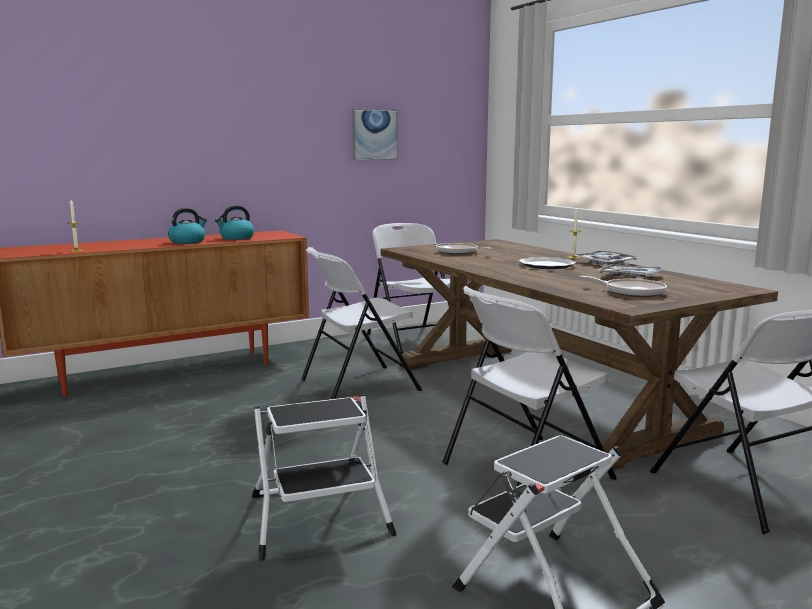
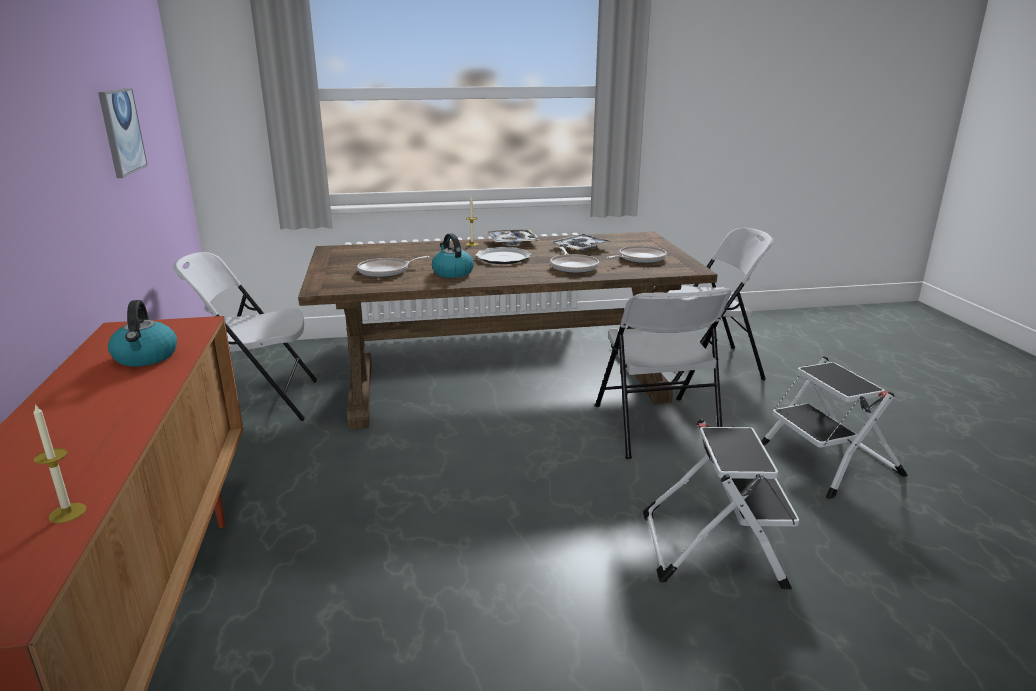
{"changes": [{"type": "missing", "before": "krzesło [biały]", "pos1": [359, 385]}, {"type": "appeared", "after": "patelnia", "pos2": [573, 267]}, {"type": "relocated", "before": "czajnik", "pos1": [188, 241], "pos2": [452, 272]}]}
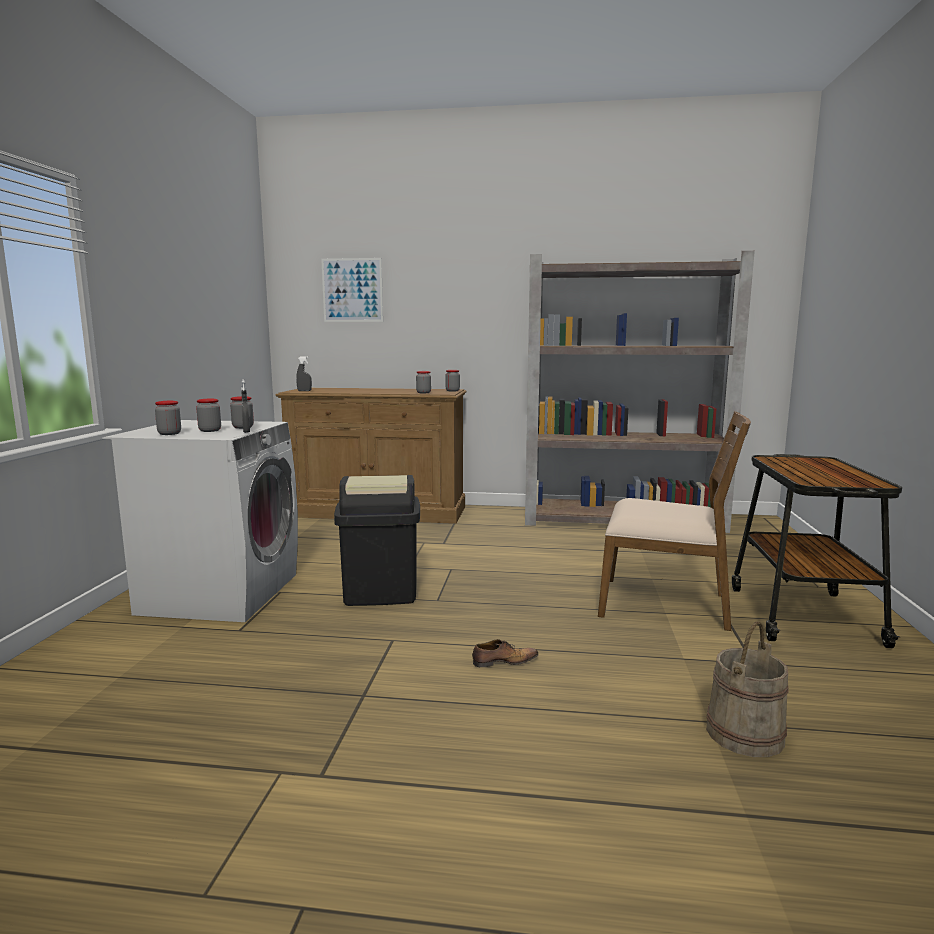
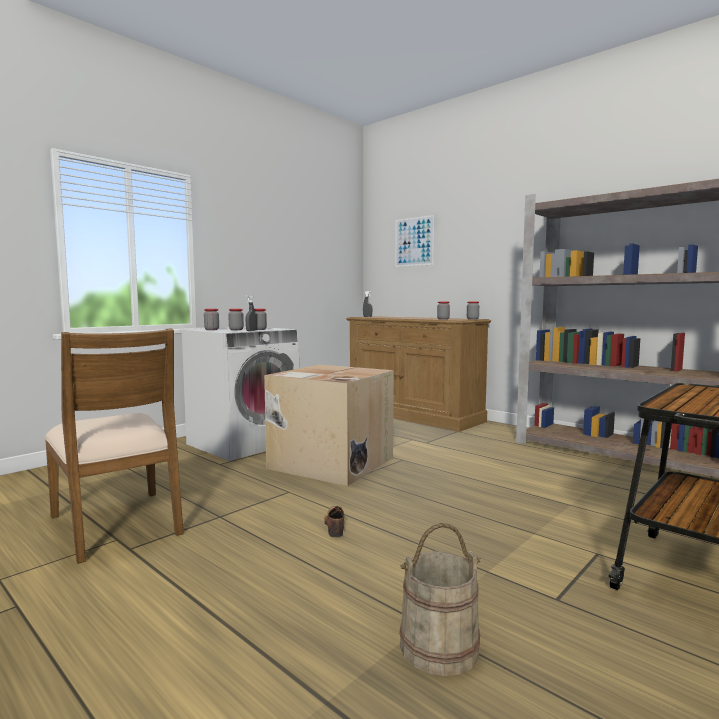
{"changes": [{"type": "relocated", "before": "krzesło [brązowy]", "pos1": [664, 604], "pos2": [118, 524]}, {"type": "exchanged", "before": "kosz na śmieci [czarny]", "after": "karton", "pos1": [380, 592], "pos2": [329, 463]}, {"type": "spun", "before": "but", "pos1": [503, 662], "pos2": [334, 526], "turn": -120}]}
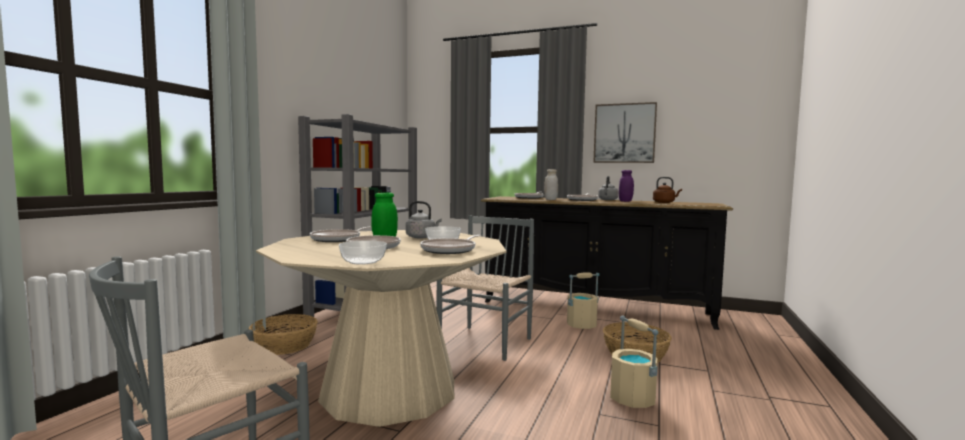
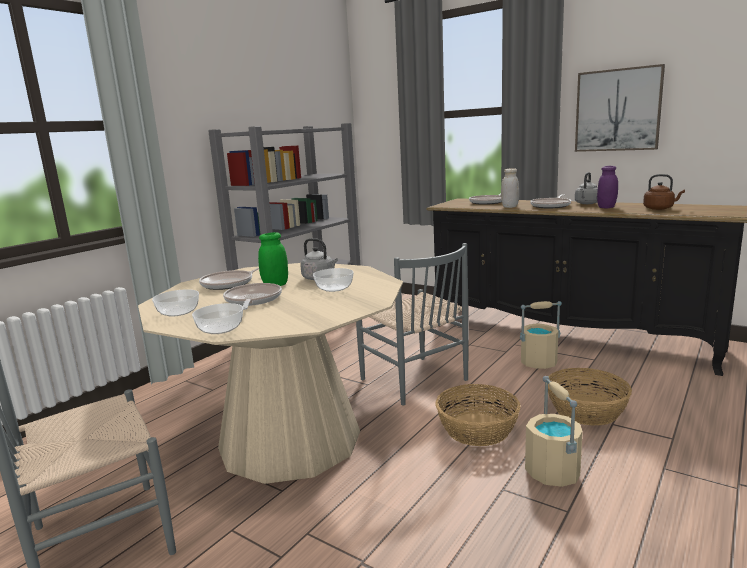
{"changes": [{"type": "missing", "before": "patelnia", "pos1": [450, 250]}, {"type": "appeared", "after": "miska", "pos2": [178, 312]}, {"type": "relocated", "before": "koszyk", "pos1": [284, 346], "pos2": [477, 429]}, {"type": "spun", "before": "krzesło [szary]", "pos1": [487, 341], "pos2": [416, 382], "turn": 105}]}
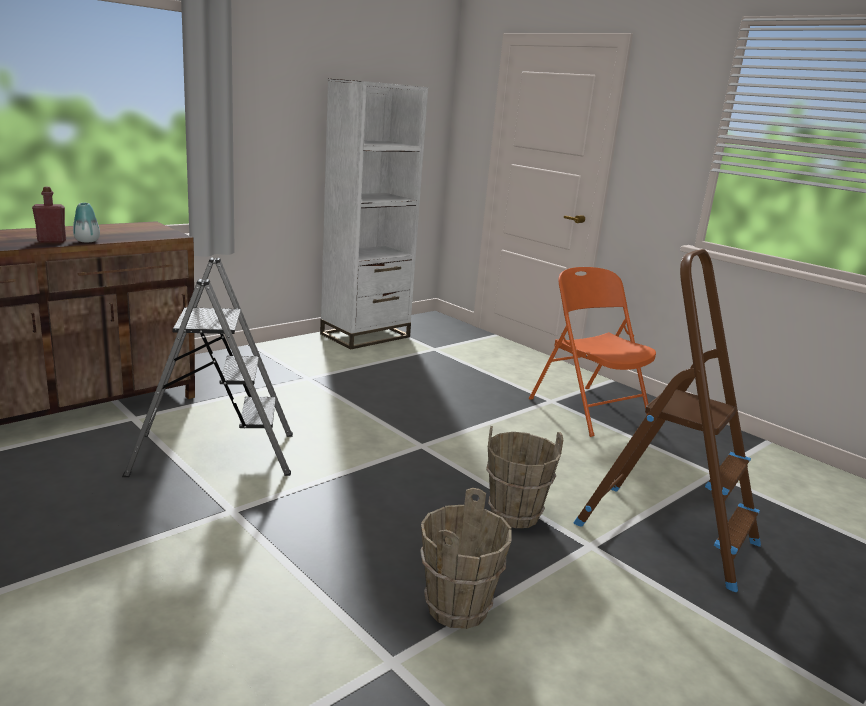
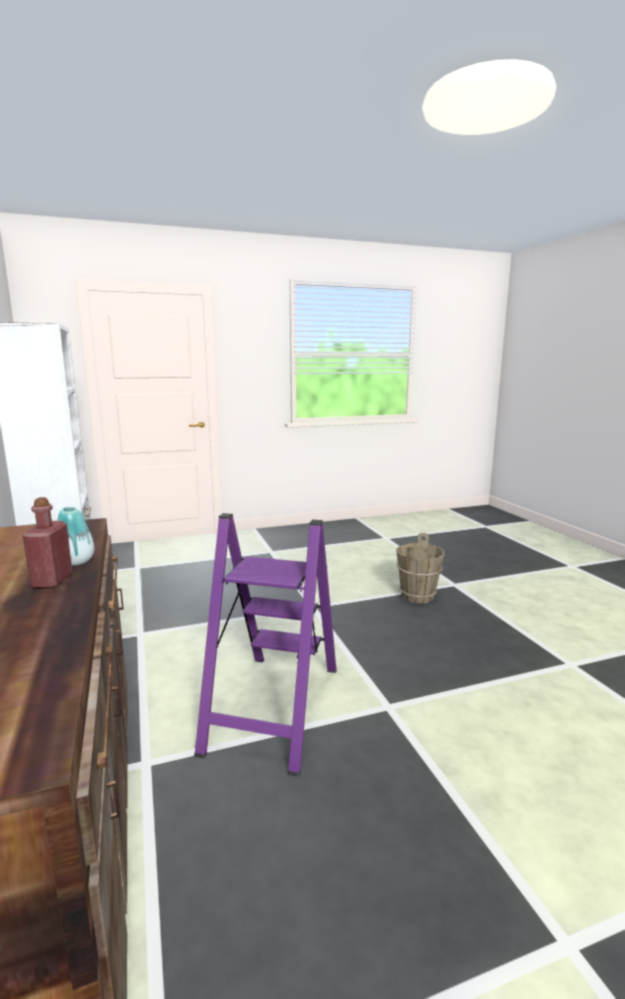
{"changes": [{"type": "missing", "before": "wiadro [brązowy]", "pos1": [458, 608]}, {"type": "missing", "before": "krzesło [pomarańczowy]", "pos1": [589, 410]}, {"type": "missing", "before": "drabinka [brązowy]", "pos1": [668, 535]}, {"type": "colour", "before": "drabinka [szary]", "after": "drabinka [fioletowy]", "pos1": [211, 453], "pos2": [273, 709]}]}
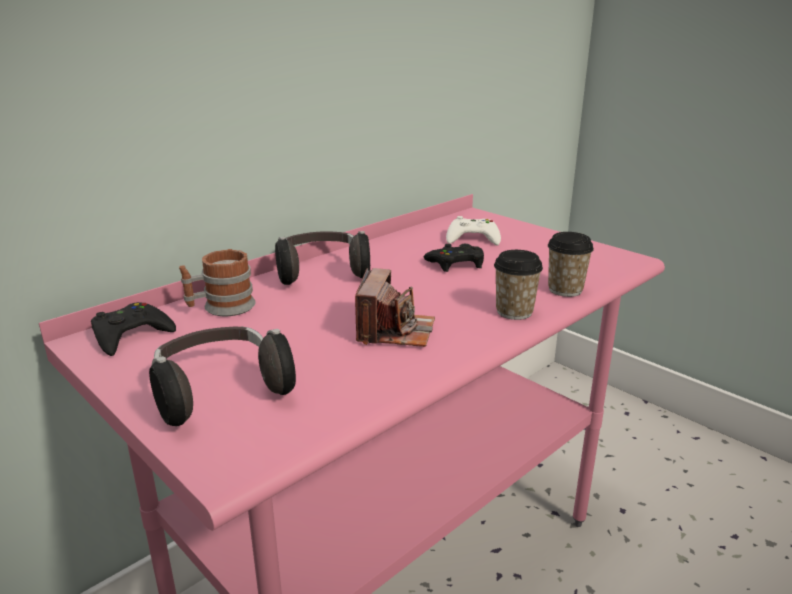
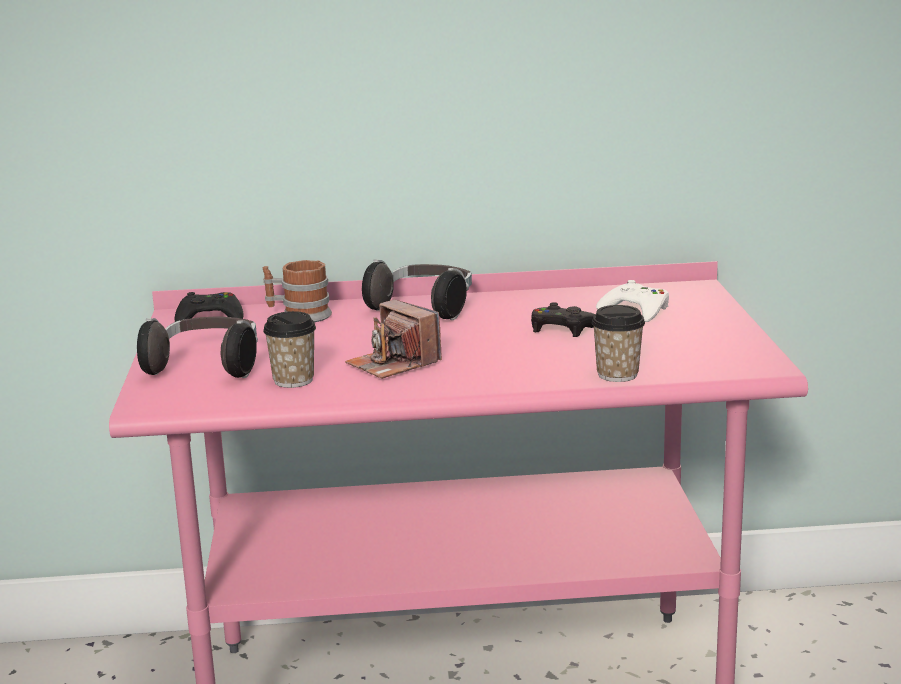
{"changes": [{"type": "relocated", "before": "filiżanka", "pos1": [514, 312], "pos2": [293, 380]}, {"type": "spun", "before": "aparat fotograficzny", "pos1": [394, 331], "pos2": [393, 364], "turn": 90}]}
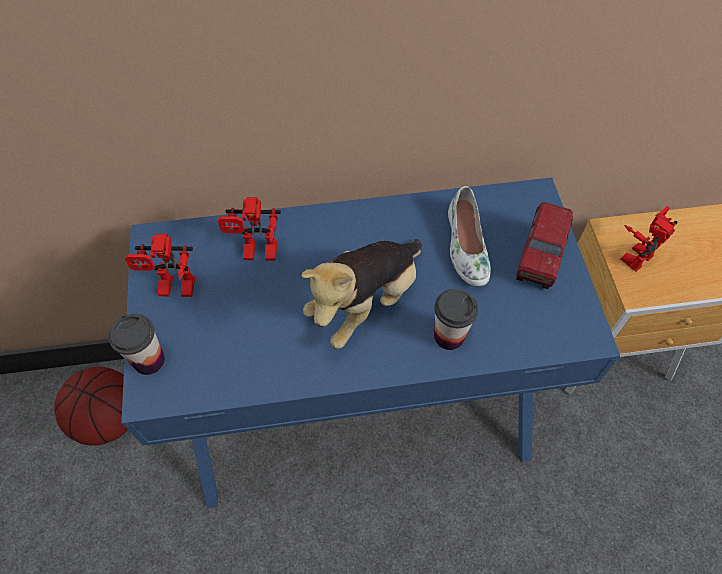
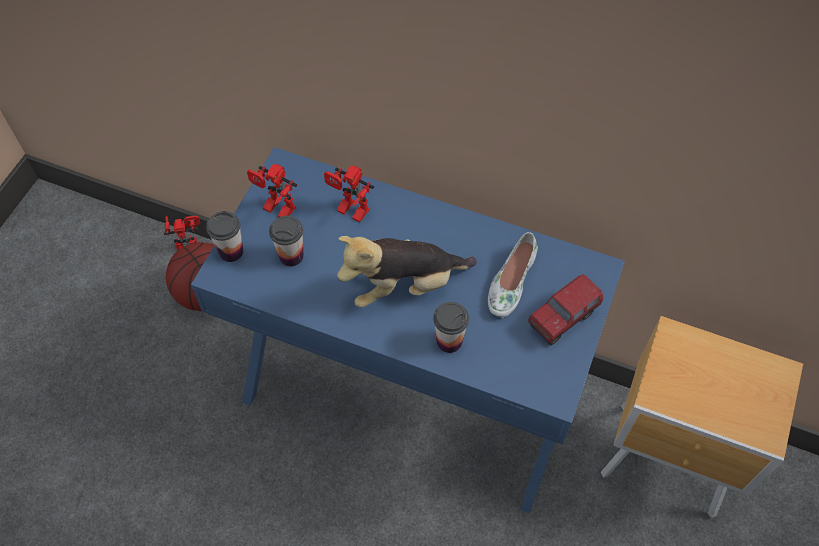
{"changes": [{"type": "appeared", "after": "filiżanka", "pos2": [291, 256]}, {"type": "relocated", "before": "robot zabawkowy", "pos1": [634, 253], "pos2": [188, 242]}]}
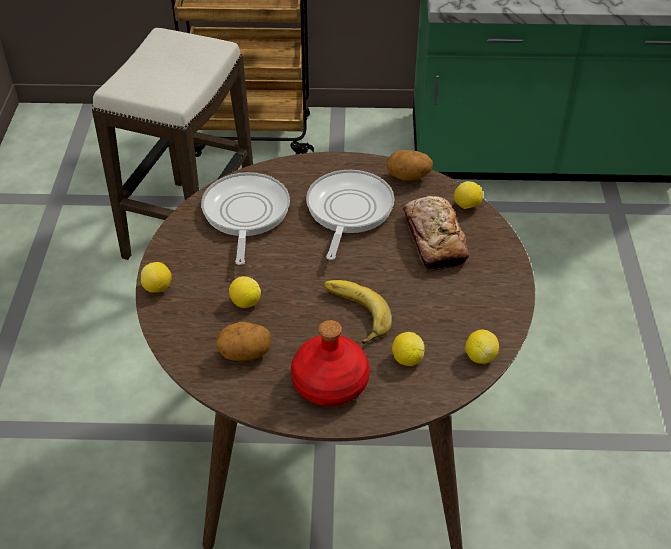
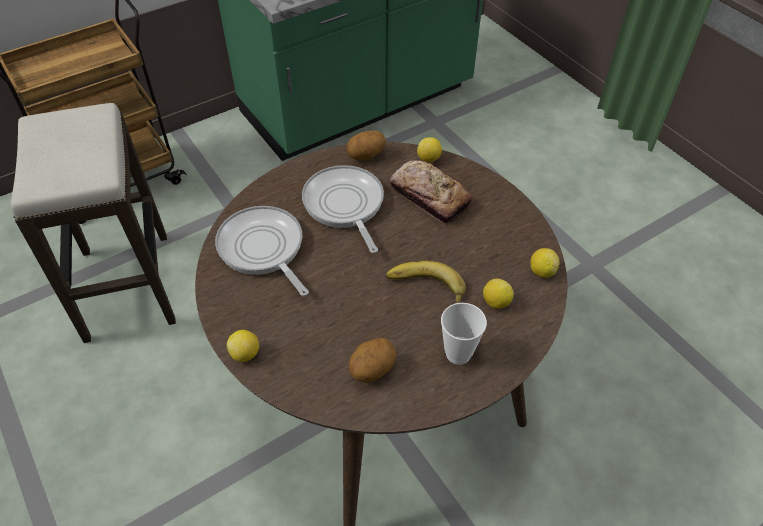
{"changes": [{"type": "missing", "before": "cytryna", "pos1": [245, 302]}, {"type": "exchanged", "before": "butelka [czerwony]", "after": "filiżanka", "pos1": [330, 382], "pos2": [458, 354]}]}
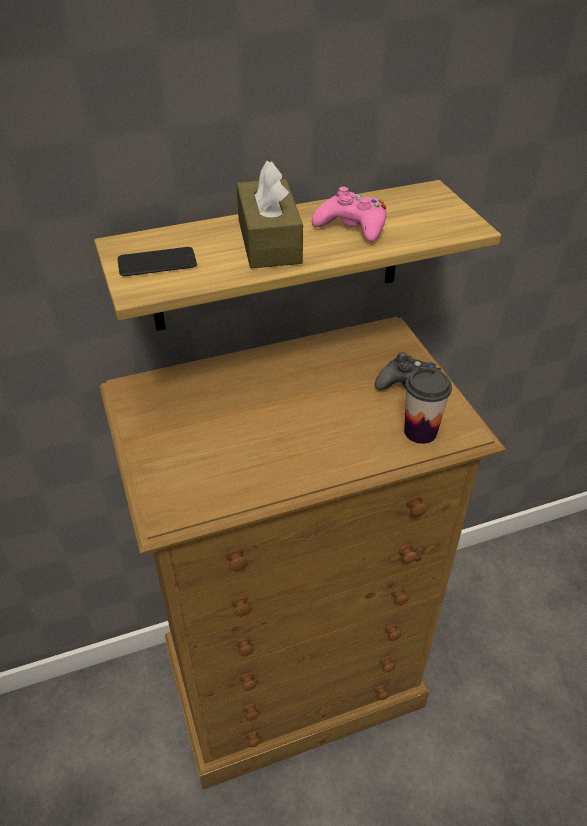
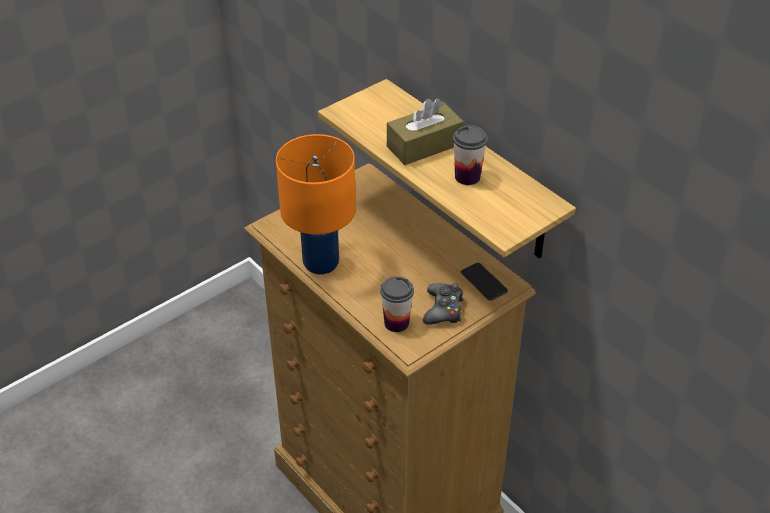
{"changes": [{"type": "appeared", "after": "lampa stołowa [pomarańczowy]", "pos2": [323, 263]}, {"type": "relocated", "before": "telefon", "pos1": [157, 263], "pos2": [484, 282]}, {"type": "exchanged", "before": "pad do gier [różowy]", "after": "filiżanka", "pos1": [352, 226], "pos2": [467, 177]}]}
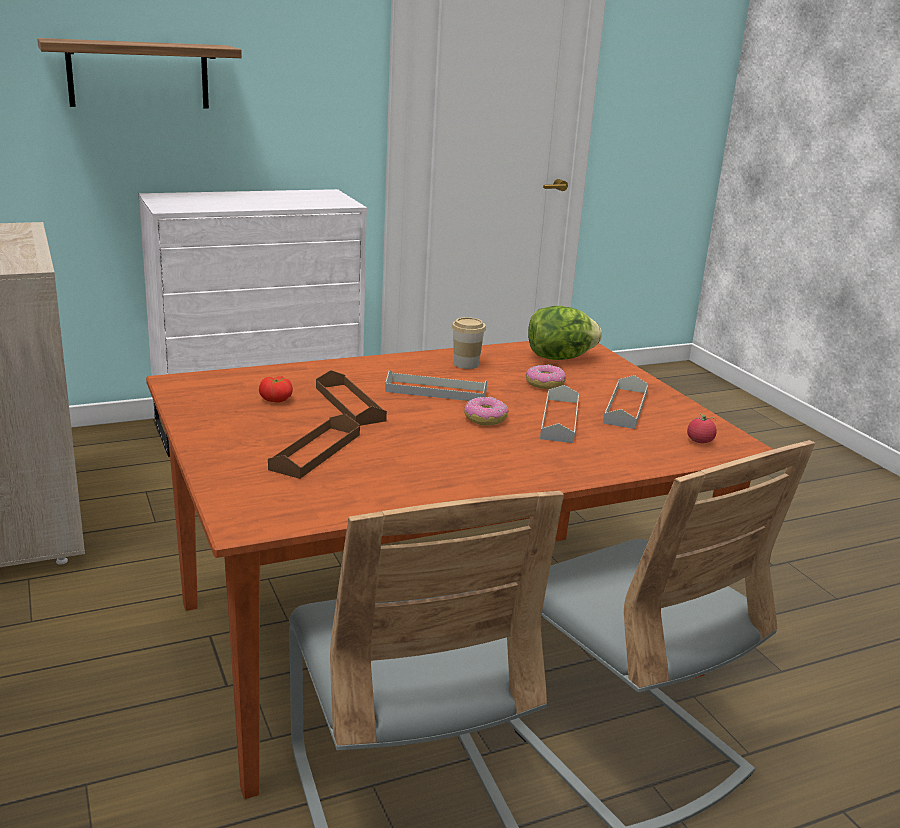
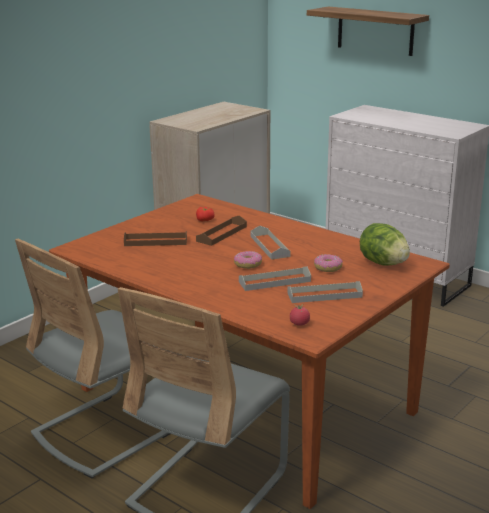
{"changes": [{"type": "missing", "before": "filiżanka", "pos1": [466, 364]}]}
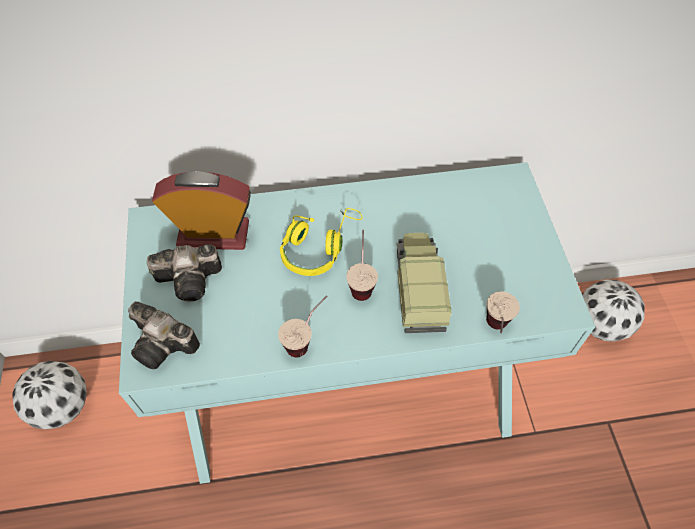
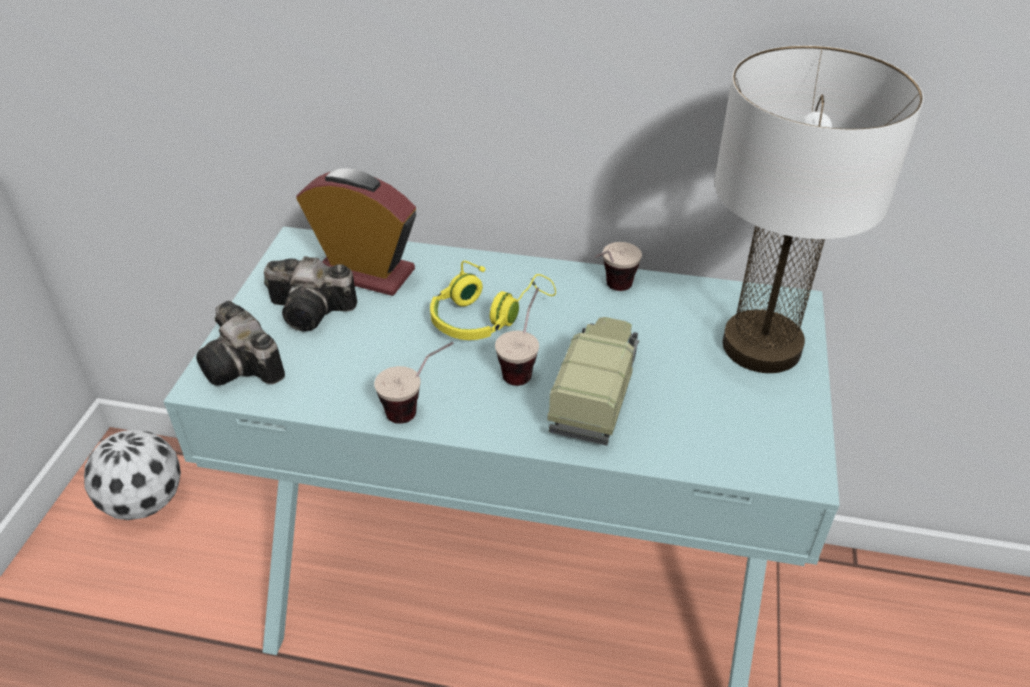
{"changes": [{"type": "missing", "before": "piłka futbolowa", "pos1": [600, 325]}, {"type": "appeared", "after": "lampa stołowa", "pos2": [762, 347]}, {"type": "relocated", "before": "filiżanka", "pos1": [494, 331], "pos2": [610, 291]}]}
